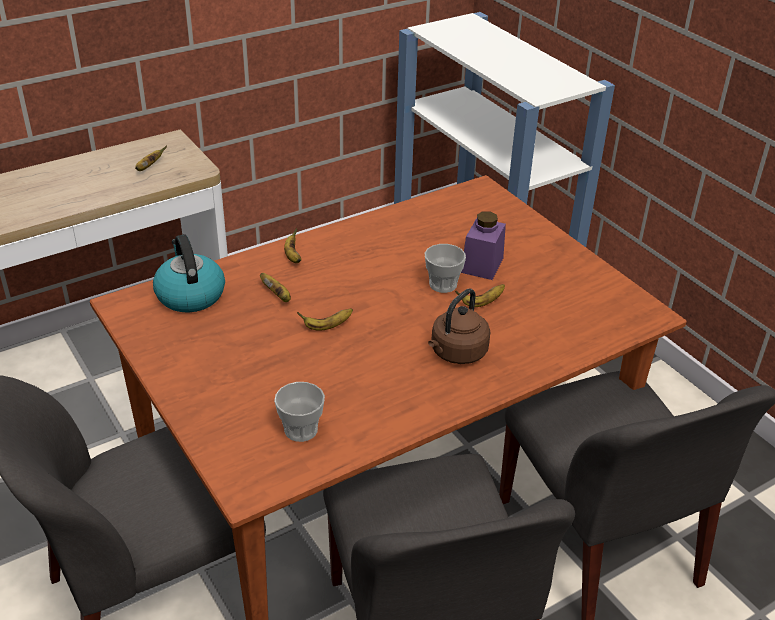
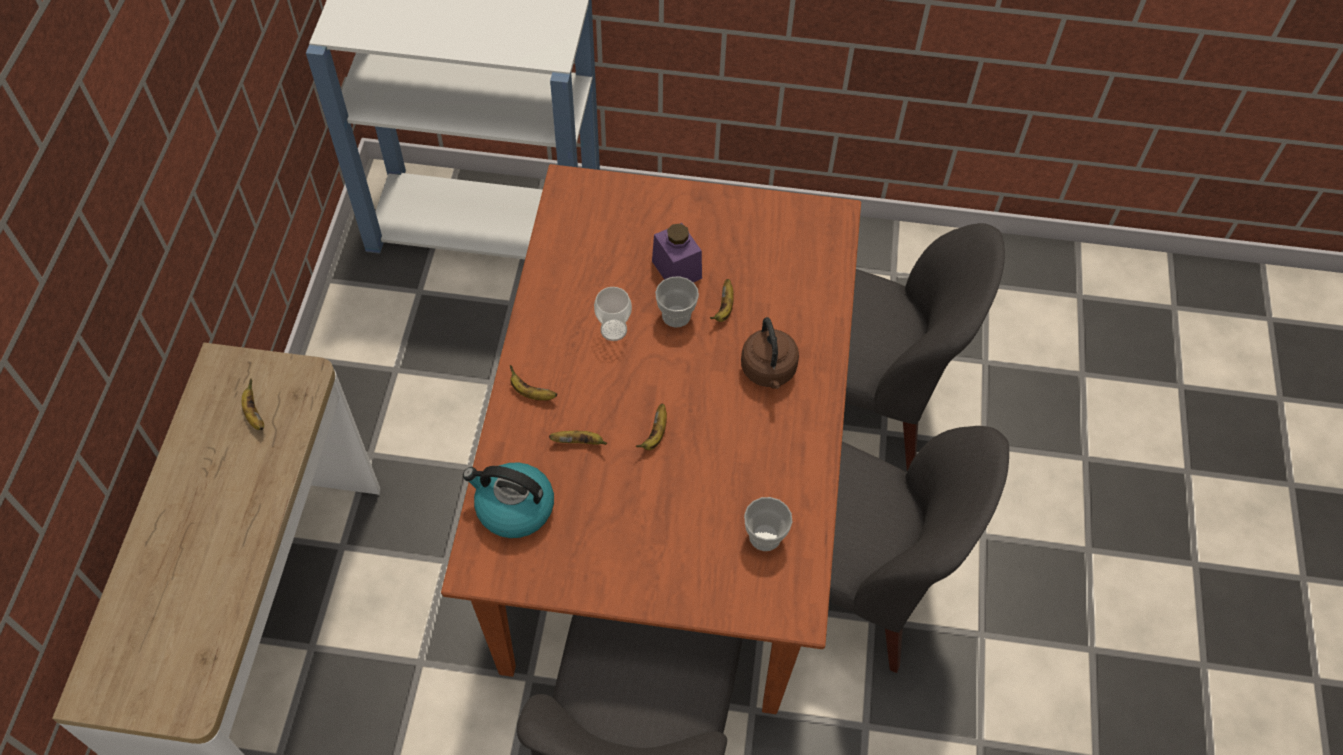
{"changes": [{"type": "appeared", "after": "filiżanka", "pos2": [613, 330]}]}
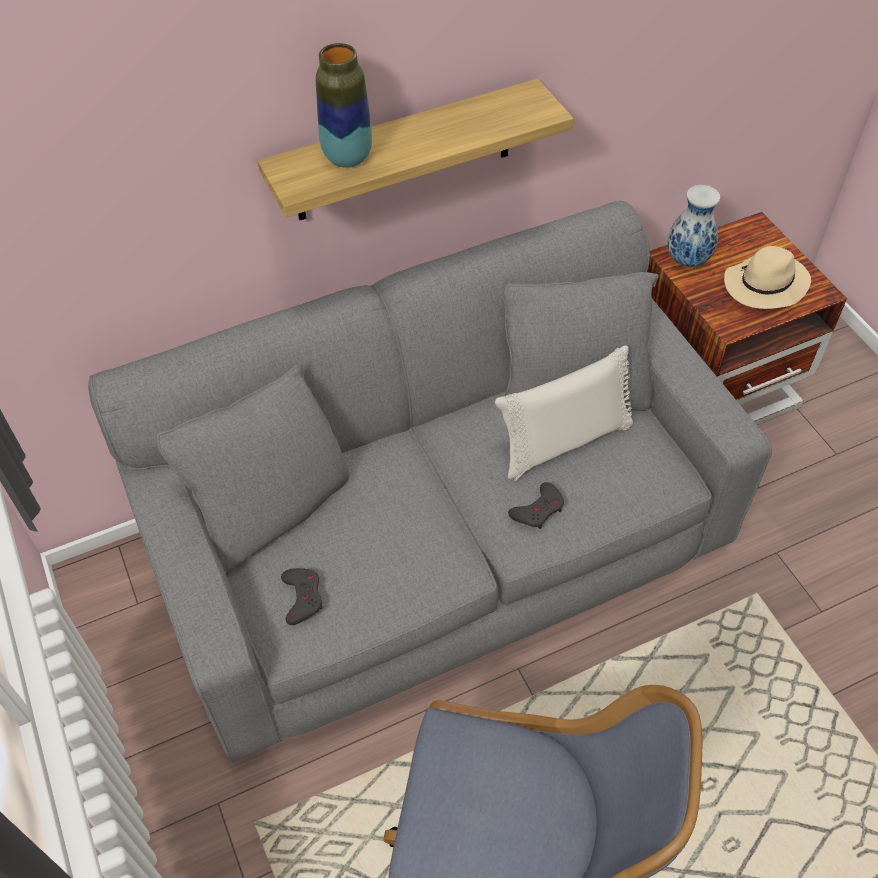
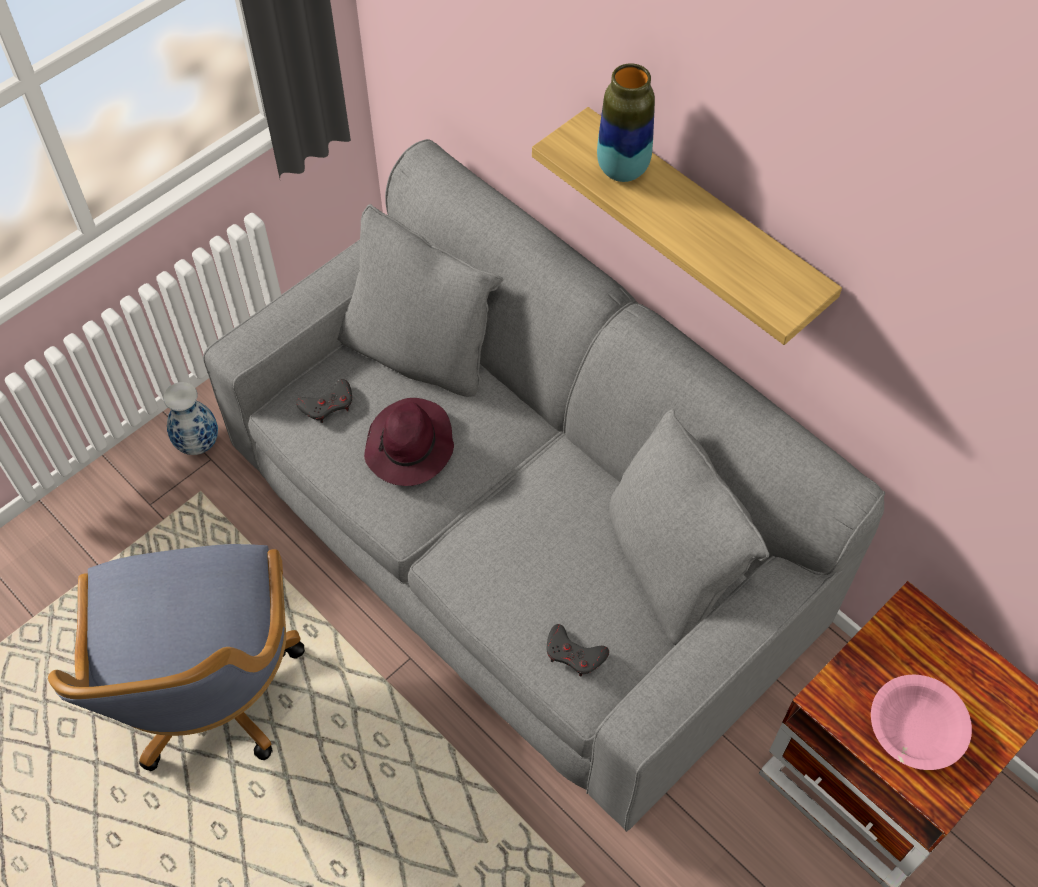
{"changes": [{"type": "missing", "before": "poduszka [biały]", "pos1": [563, 441]}, {"type": "appeared", "after": "kapelusz [fioletowy]", "pos2": [410, 447]}, {"type": "relocated", "before": "pad do gier [szary]", "pos1": [538, 510], "pos2": [574, 654]}, {"type": "relocated", "before": "wazon", "pos1": [687, 261], "pos2": [197, 443]}, {"type": "exchanged", "before": "kapelusz [beżowy]", "after": "miska [różowy]", "pos1": [764, 286], "pos2": [915, 728]}]}
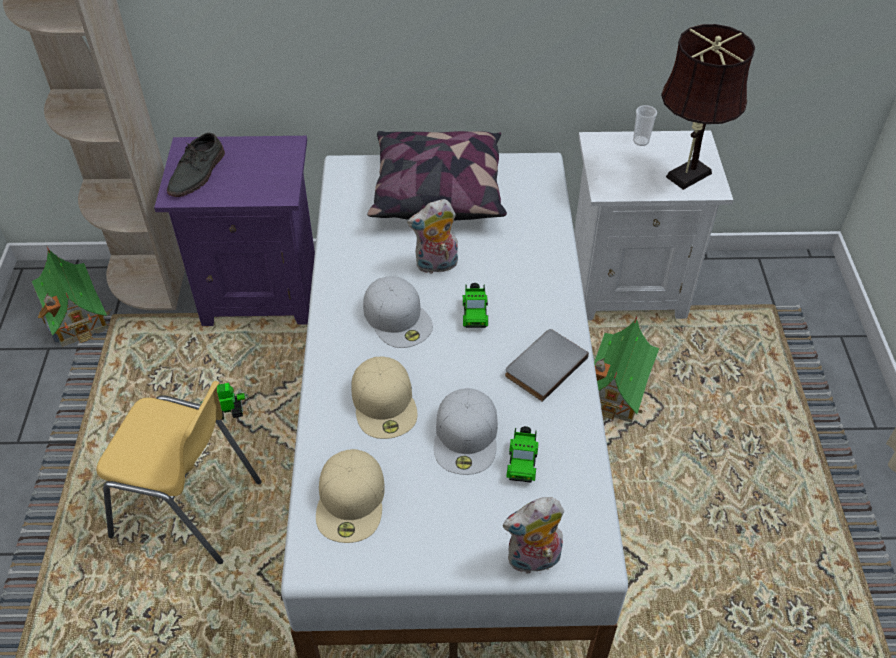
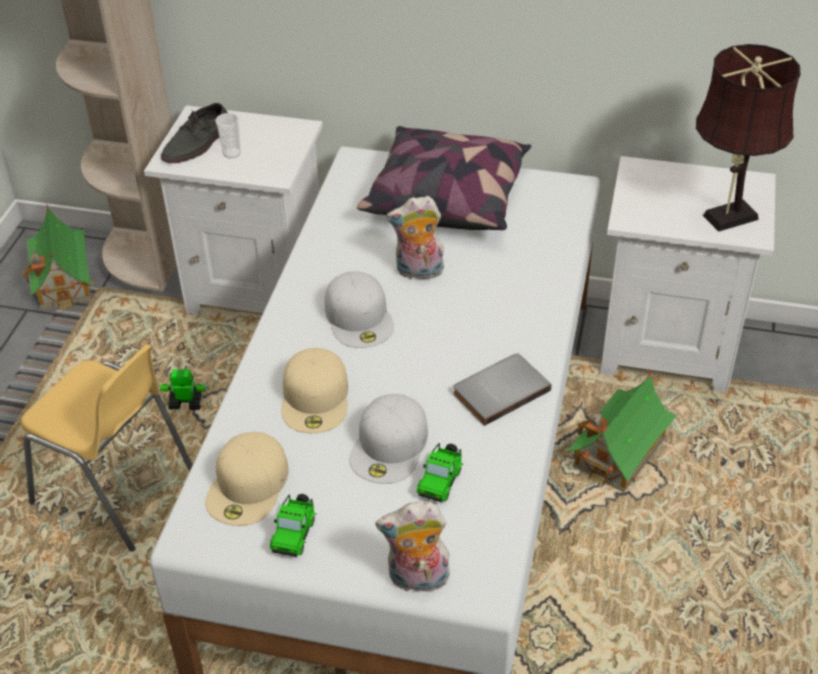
{"changes": [{"type": "relocated", "before": "samochodzik", "pos1": [475, 313], "pos2": [295, 533]}, {"type": "relocated", "before": "filiżanka", "pos1": [641, 141], "pos2": [231, 153]}, {"type": "colour", "before": "szafka nocna [fioletowy]", "after": "szafka nocna [biały]", "pos1": [262, 296], "pos2": [257, 292]}]}
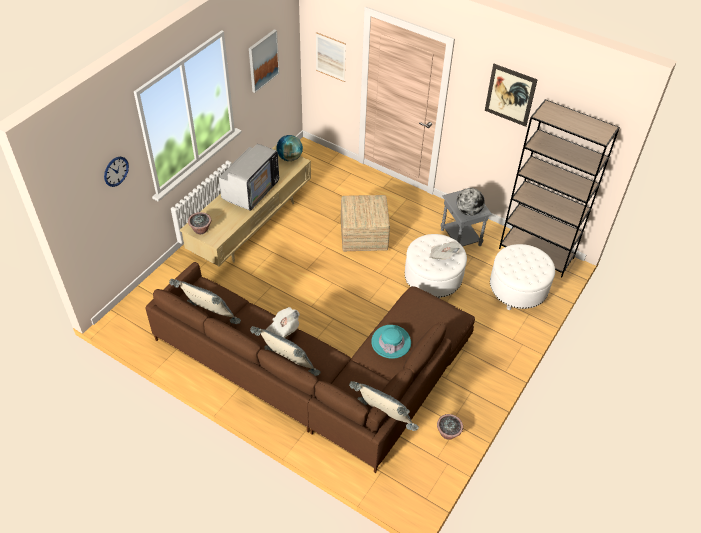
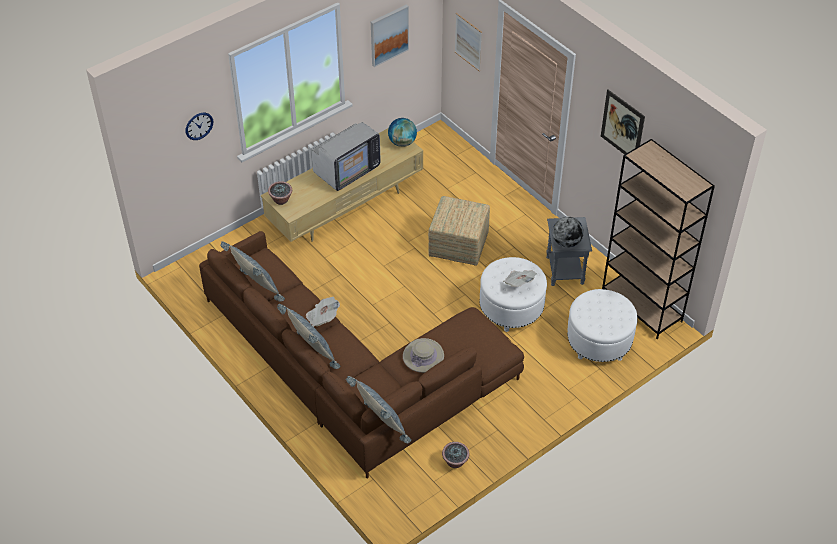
{"changes": [{"type": "colour", "before": "kapelusz [turkusowy]", "after": "kapelusz [beżowy]", "pos1": [391, 342], "pos2": [423, 356]}]}
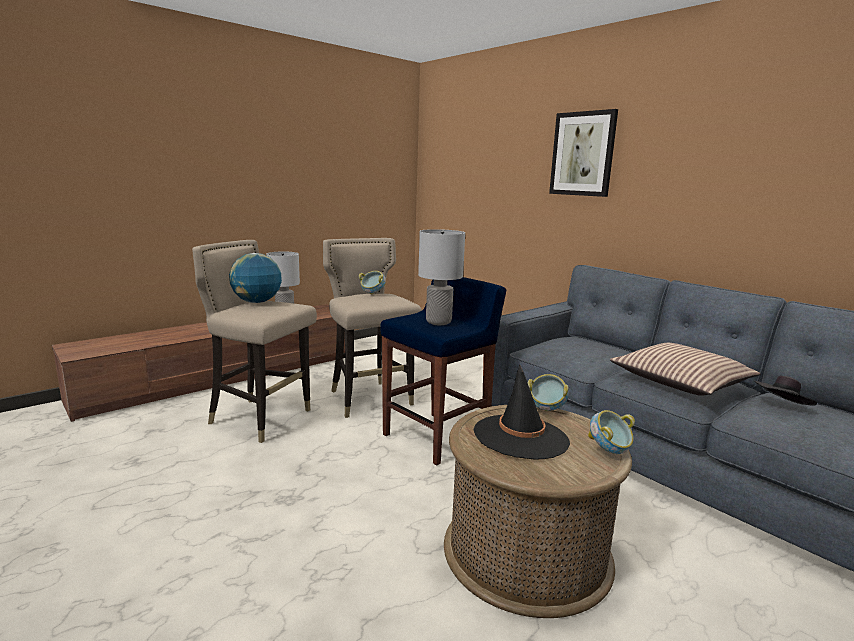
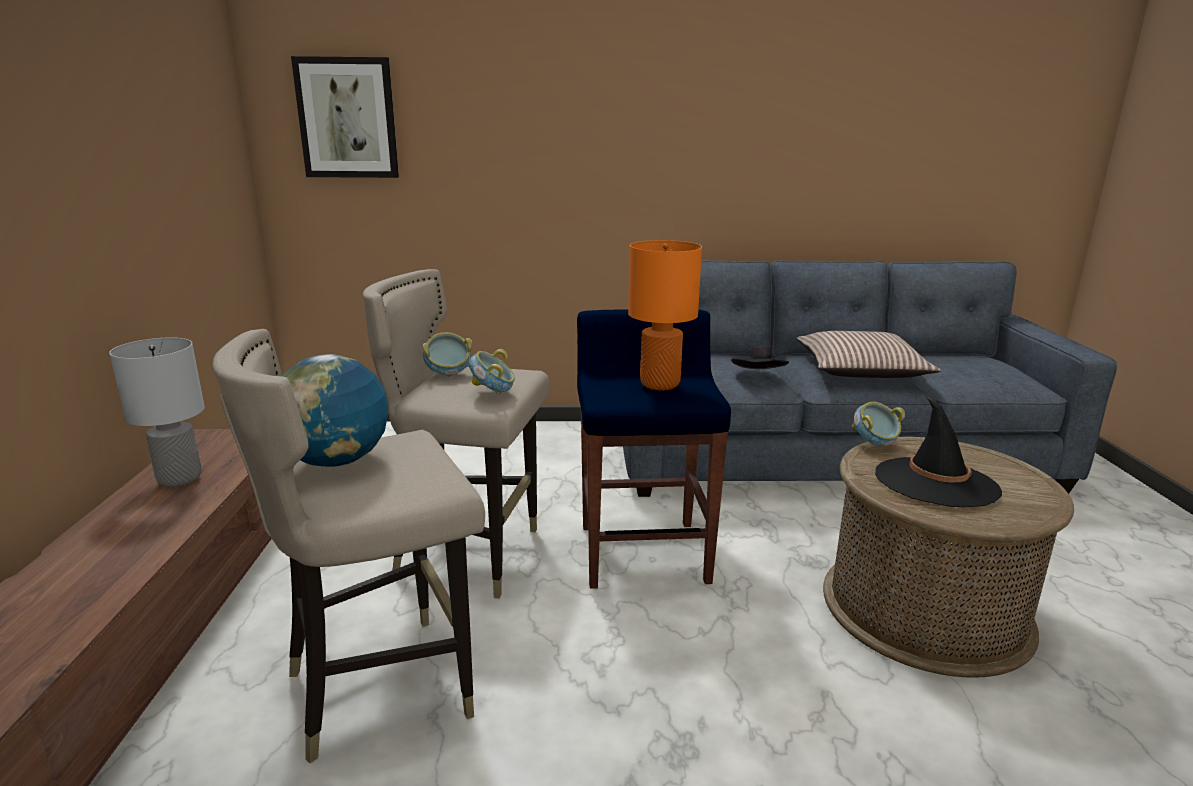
{"changes": [{"type": "relocated", "before": "obraz", "pos1": [583, 154], "pos2": [347, 118]}, {"type": "relocated", "before": "miska", "pos1": [608, 451], "pos2": [493, 394]}, {"type": "relocated", "before": "kapelusz [czarny]", "pos1": [781, 406], "pos2": [759, 377]}, {"type": "colour", "before": "lampa stołowa [szary]", "after": "lampa stołowa [pomarańczowy]", "pos1": [438, 323], "pos2": [660, 387]}]}
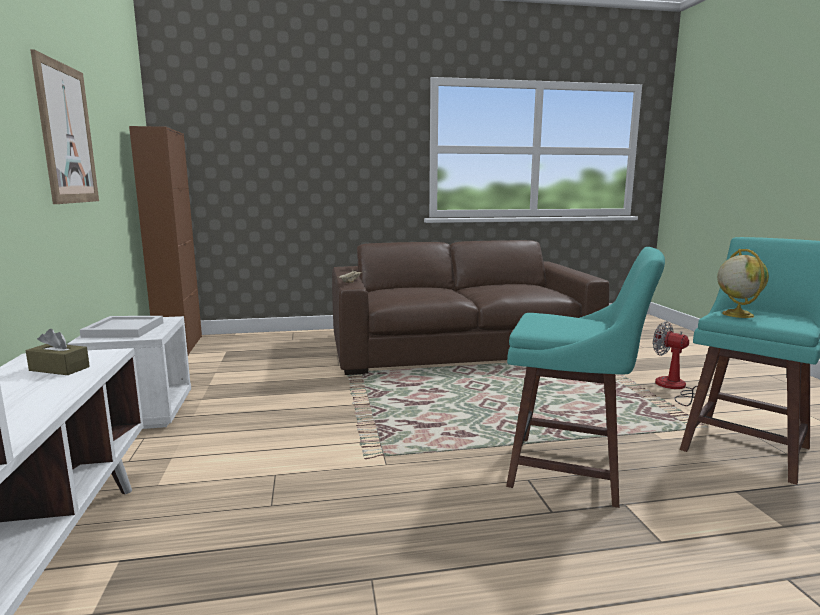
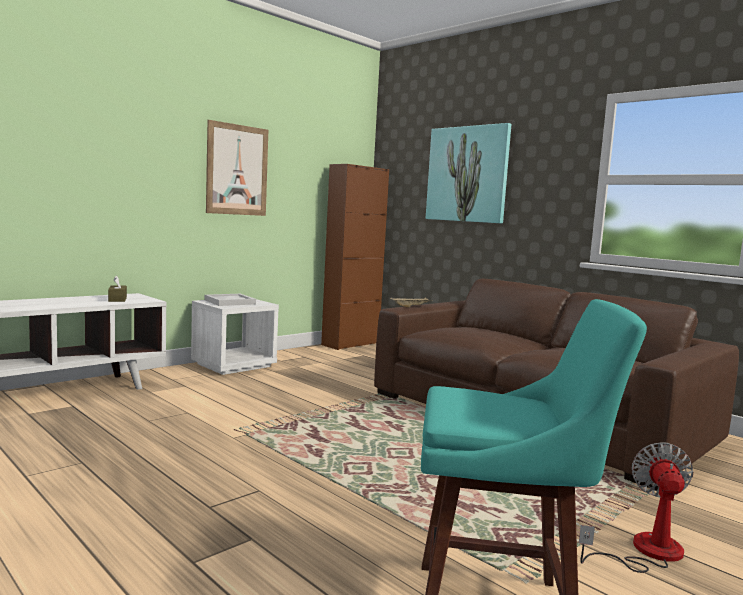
{"changes": [{"type": "missing", "before": "stołek [turkusowy]", "pos1": [572, 470]}, {"type": "missing", "before": "globus", "pos1": [736, 314]}, {"type": "appeared", "after": "obraz", "pos2": [468, 174]}]}
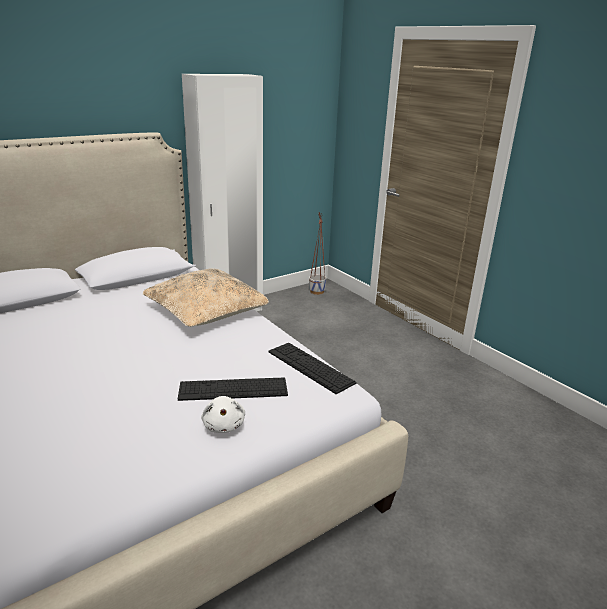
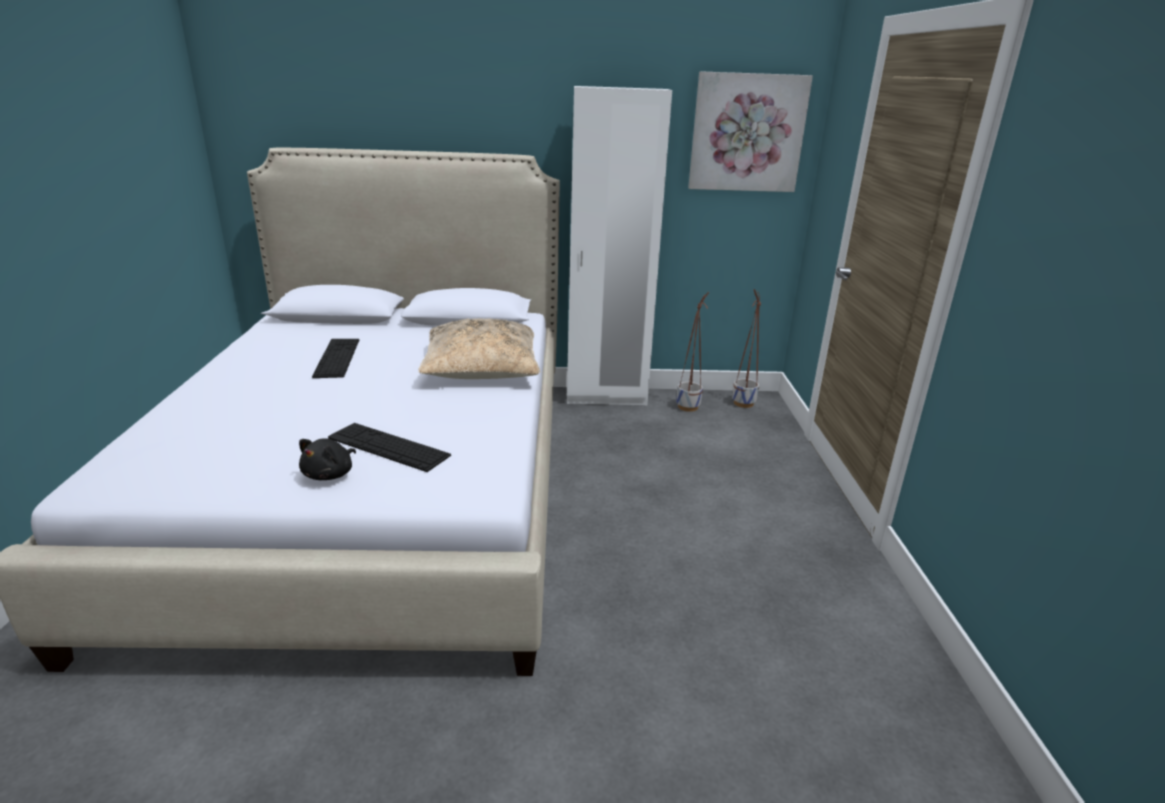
{"changes": [{"type": "appeared", "after": "donica", "pos2": [688, 407]}, {"type": "appeared", "after": "obraz", "pos2": [747, 133]}, {"type": "relocated", "before": "klawiatura", "pos1": [310, 367], "pos2": [337, 357]}, {"type": "colour", "before": "pluszak [biały]", "after": "pluszak [czarny]", "pos1": [224, 425], "pos2": [330, 474]}]}
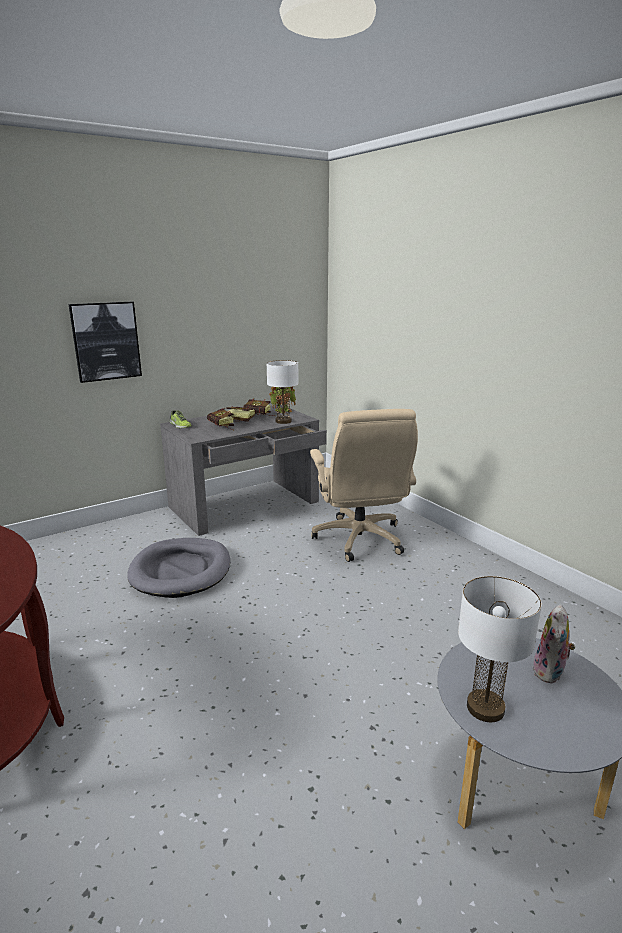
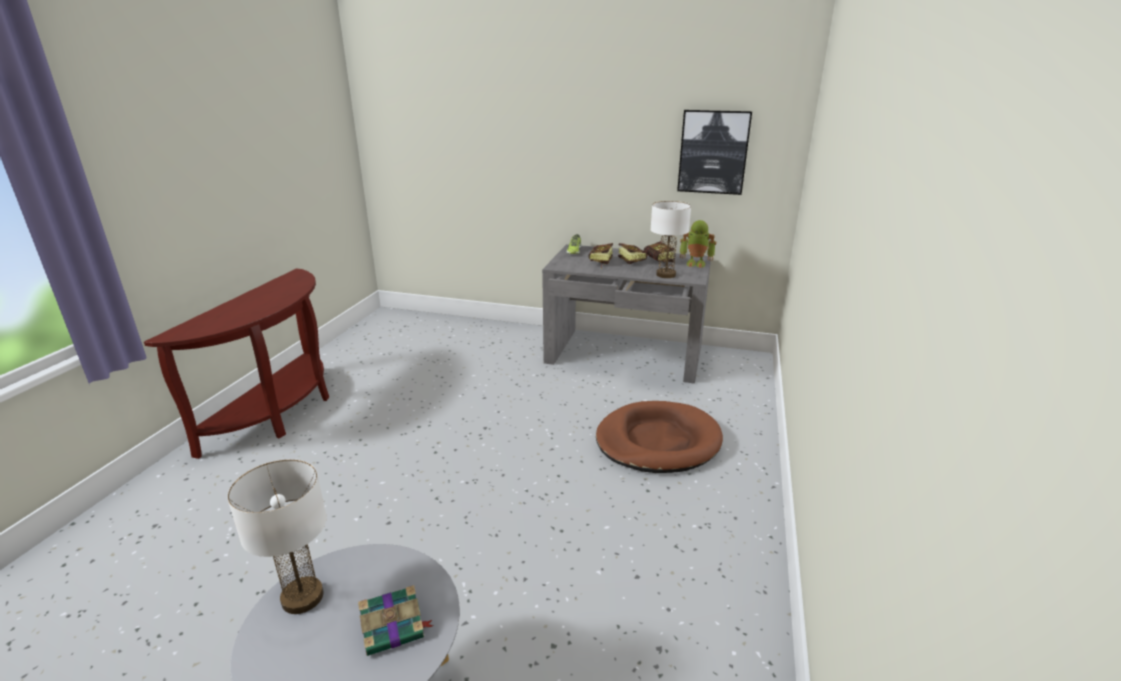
{"changes": [{"type": "missing", "before": "legowisko [szary]", "pos1": [181, 571]}, {"type": "relocated", "before": "obraz", "pos1": [106, 341], "pos2": [713, 152]}, {"type": "exchanged", "before": "krzesło biurowe [beżowy]", "after": "legowisko [brązowy]", "pos1": [360, 542], "pos2": [657, 441]}, {"type": "exchanged", "before": "pluszak", "after": "książka", "pos1": [550, 673], "pos2": [394, 628]}]}
